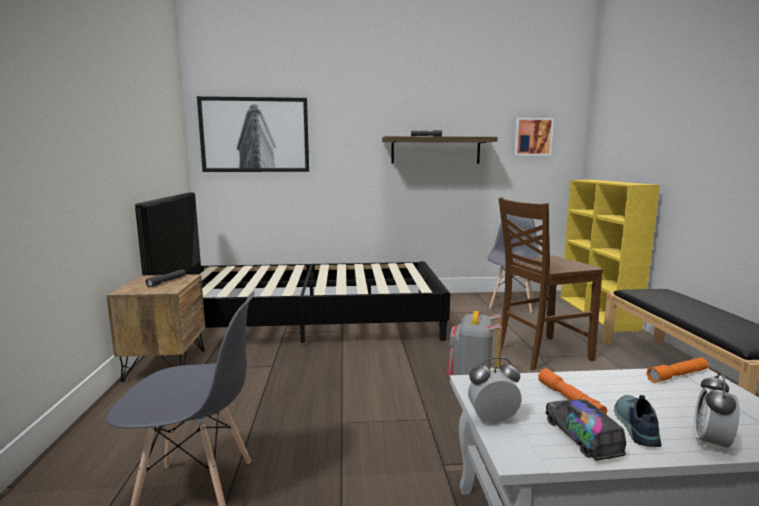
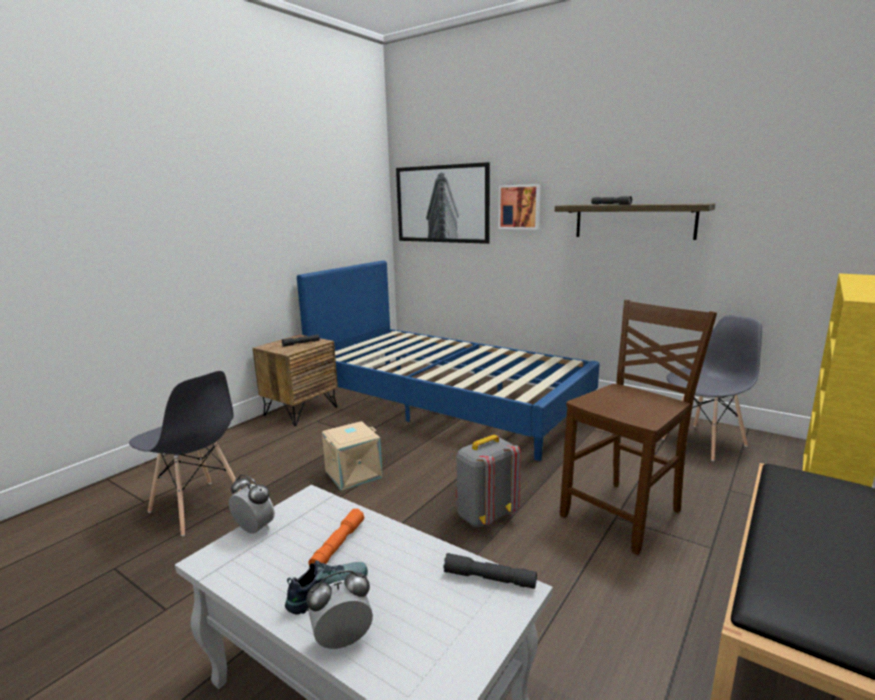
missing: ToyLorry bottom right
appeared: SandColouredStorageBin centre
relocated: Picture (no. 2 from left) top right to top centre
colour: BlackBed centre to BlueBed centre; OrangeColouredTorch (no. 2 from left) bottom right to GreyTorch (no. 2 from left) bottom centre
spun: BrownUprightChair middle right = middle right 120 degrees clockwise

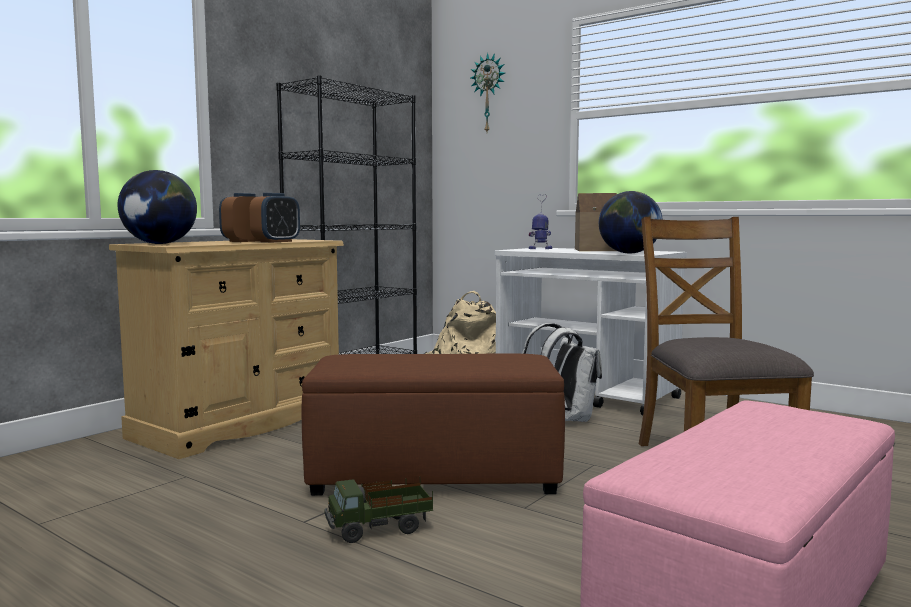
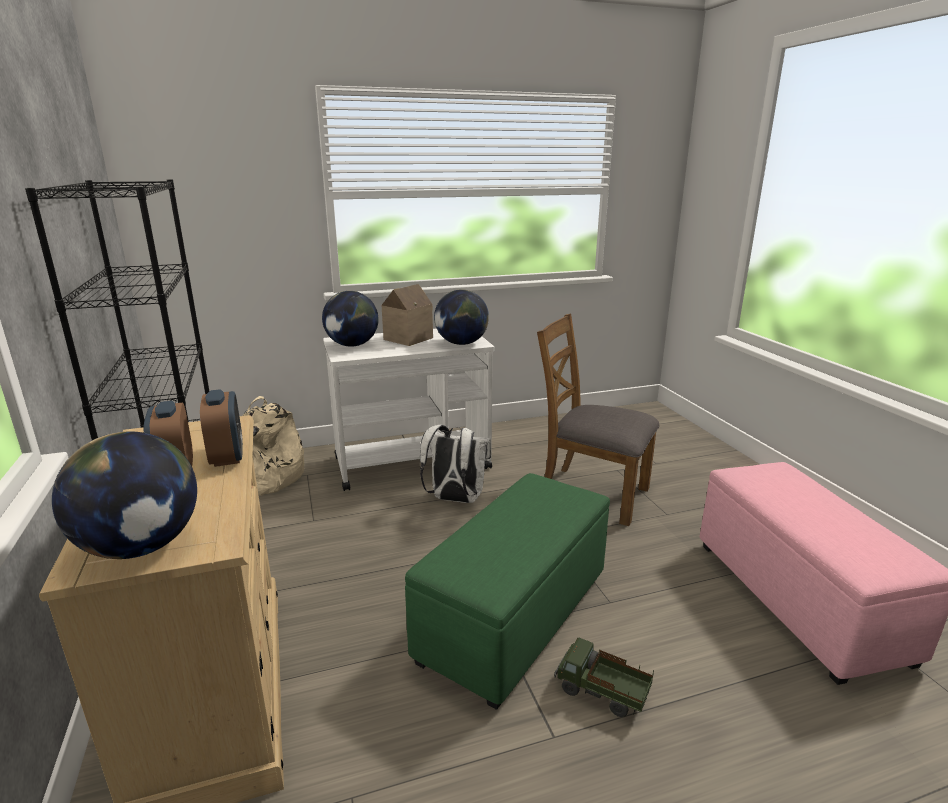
missing: HangingClock top centre
exchanged: RobotFigure centre to DeskGlobe (no. 2 from left) centre
colour: BrownFootrest bottom centre to GreenishFootrest bottom centre
spun: ToyLorry bottom centre = bottom centre 105 degrees clockwise

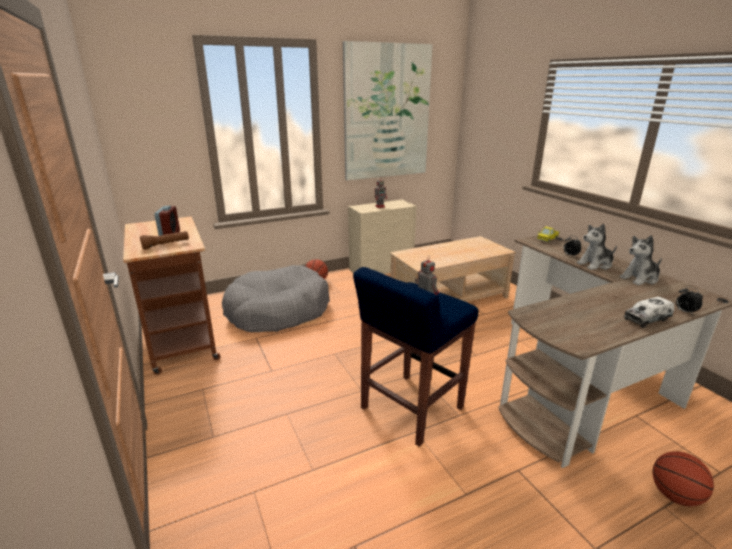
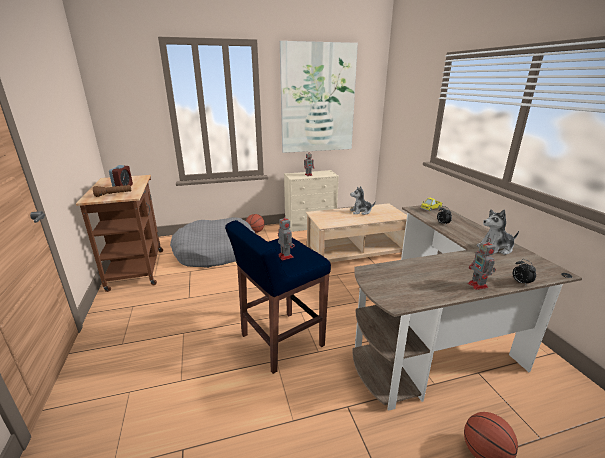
relocated: CuddlyToy (no. 1 from left) middle right to centre
exchanged: ToyLorry (no. 2 from left) middle right to RobotFigure (no. 3 from left) middle right

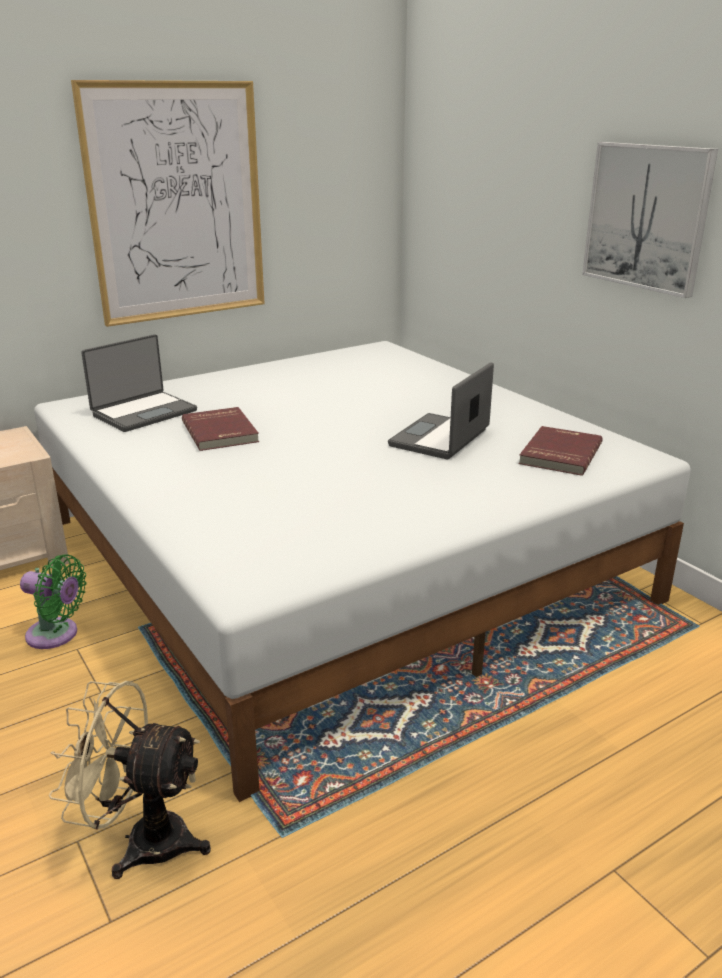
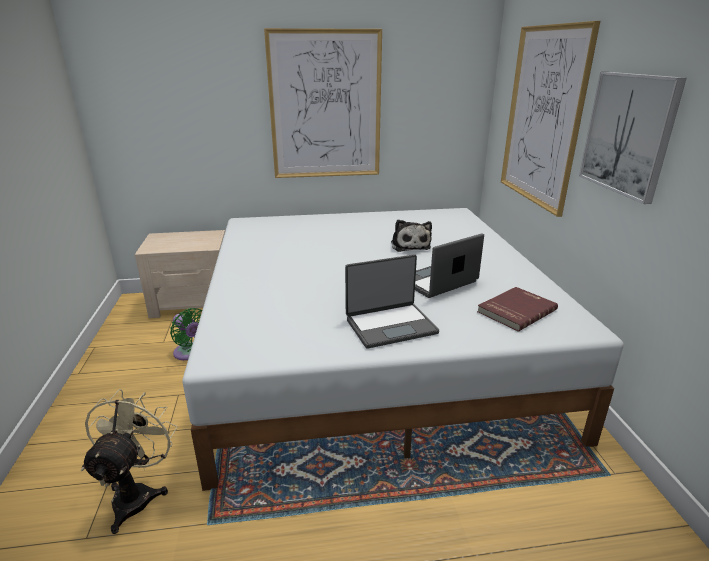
missing: ReddishVolume (no. 1 from left) middle left
appeared: Picture (no. 2 from left) top right; CuddlyToy centre
relocated: NotebookComputer (no. 1 from left) middle left to centre
spun: SandColouredElectricFan bottom left = bottom left 60 degrees clockwise

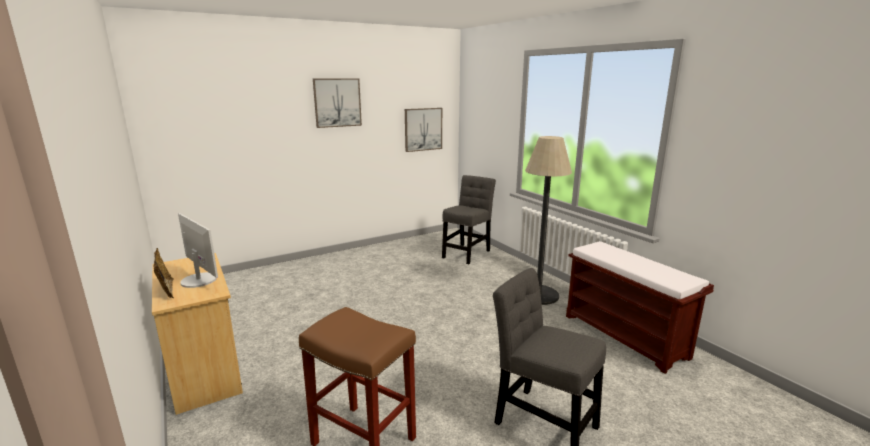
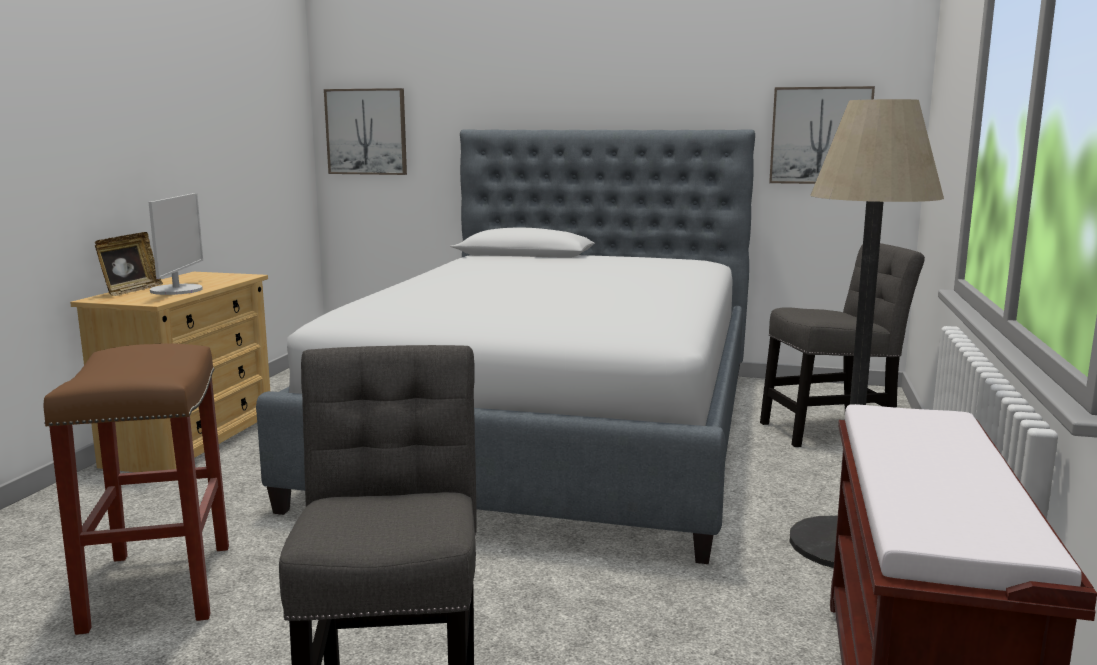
appeared: Bed centre
relocated: Picture (no. 1 from left) top centre to top left

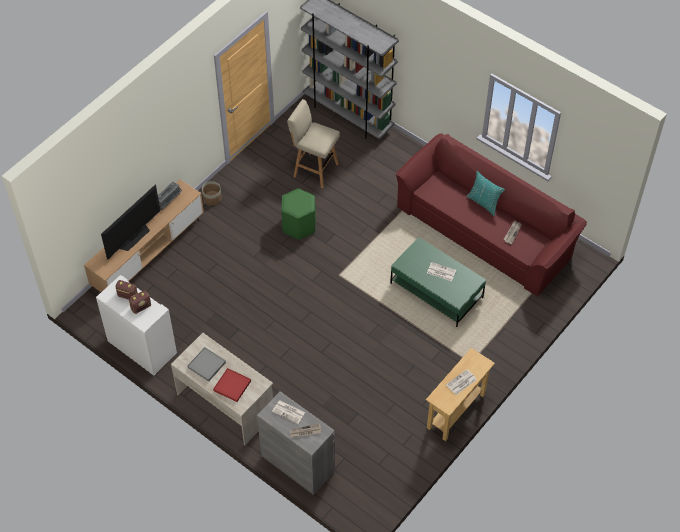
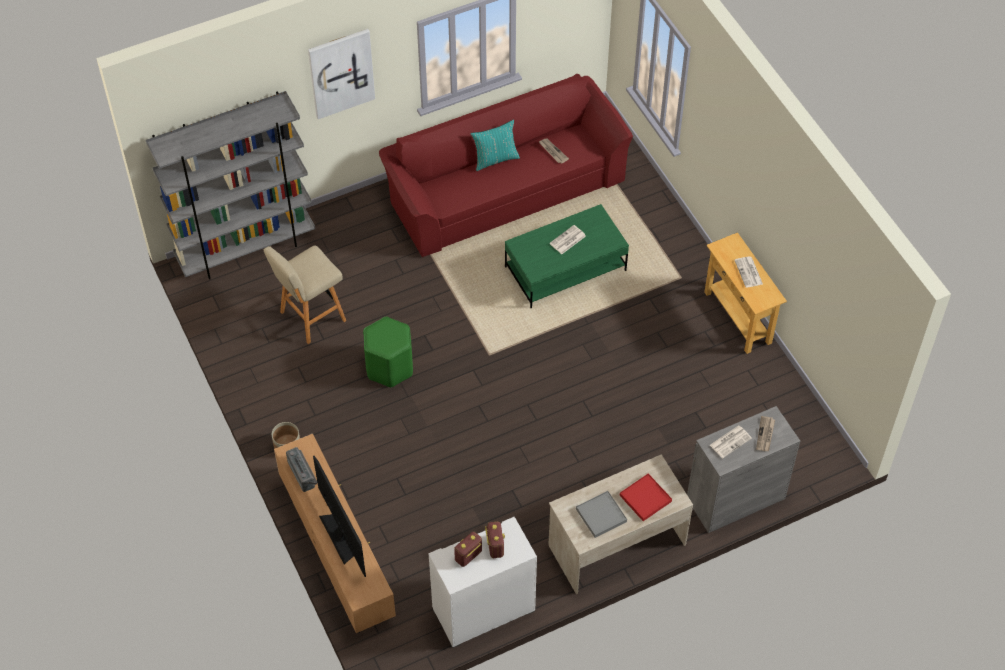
appeared: Picture top centre

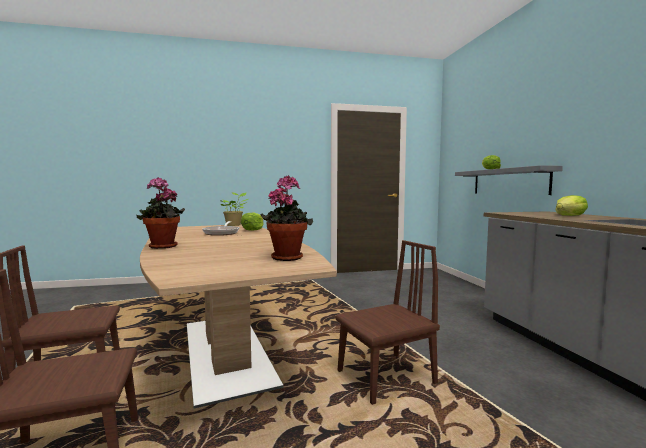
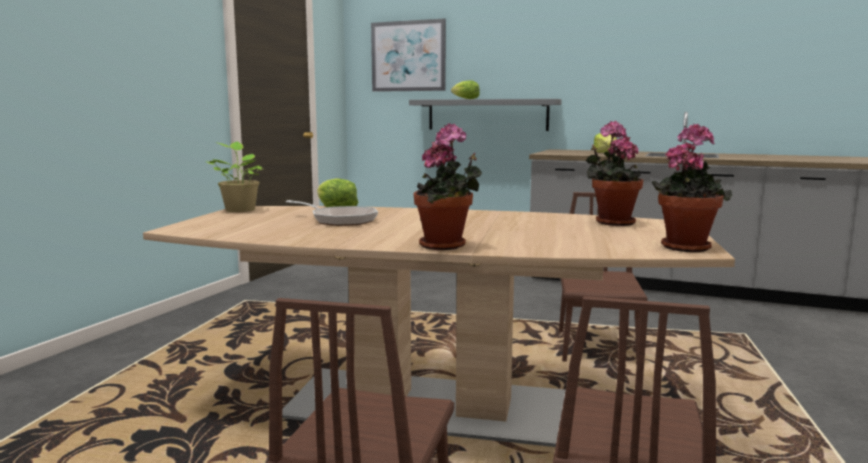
appeared: Picture top centre; Houseplant (no. 4 from left) middle right

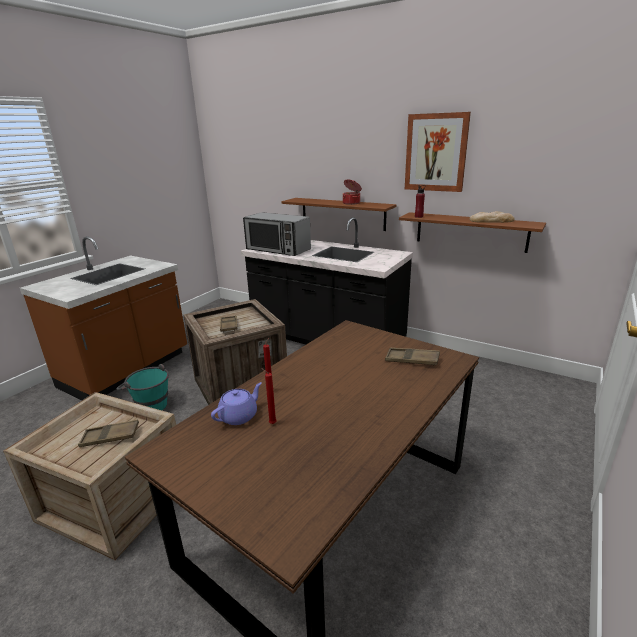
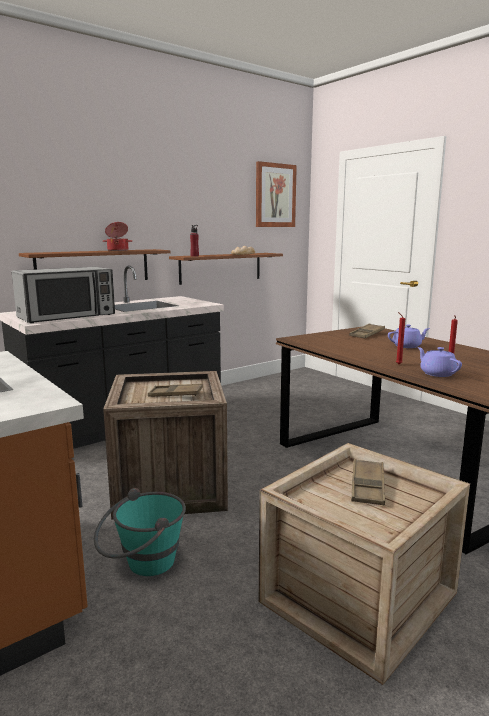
appeared: PurpleTeapot (no. 1 from left) middle right
relocated: Picture top right to top centre

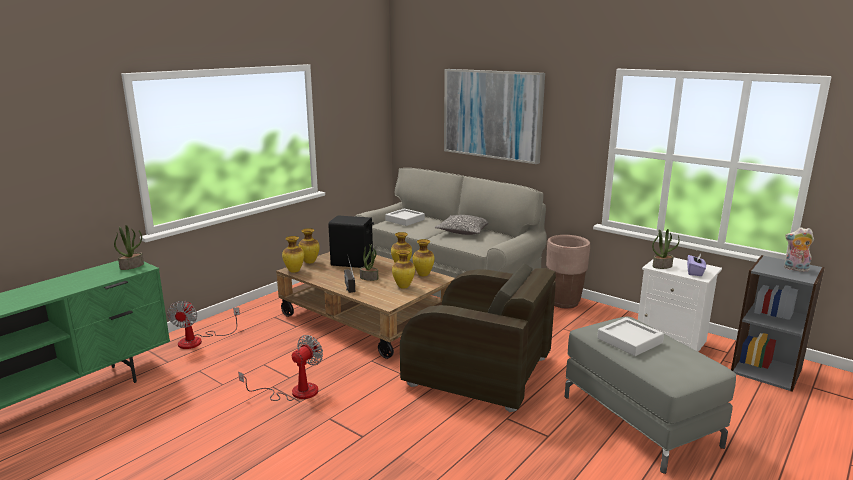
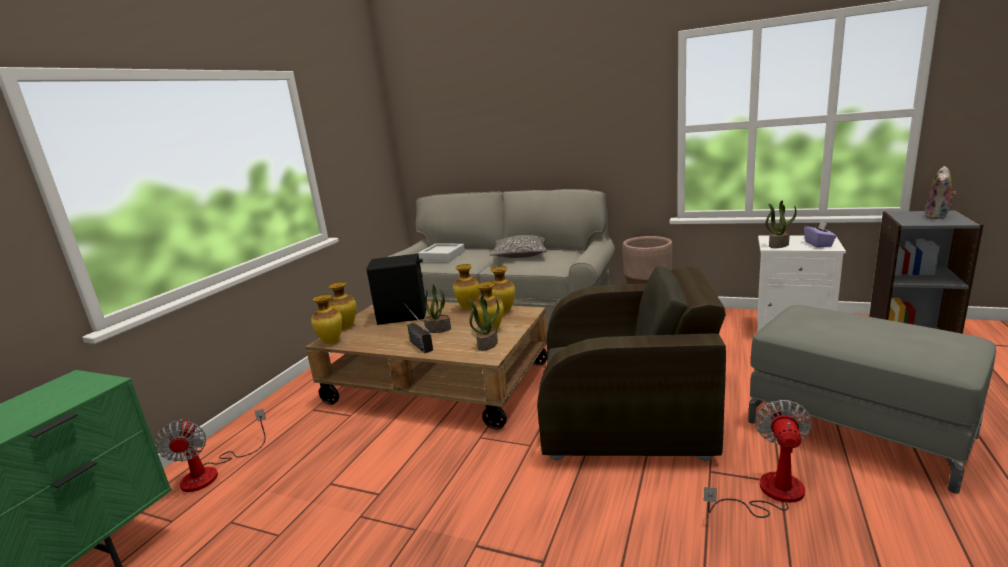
missing: Picture top centre; GreyTray (no. 2 from left) bottom right
relocated: Houseplant (no. 1 from left in the first image) middle left to Houseplant (no. 2 from left) centre; ElectricFan (no. 2 from left) bottom left to bottom right
spun: CuddlyToy middle right = middle right 60 degrees counterclockwise

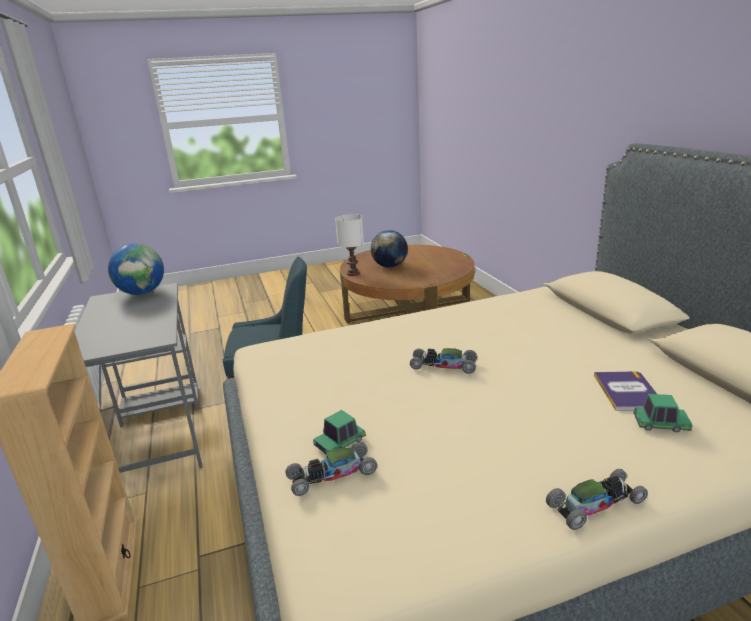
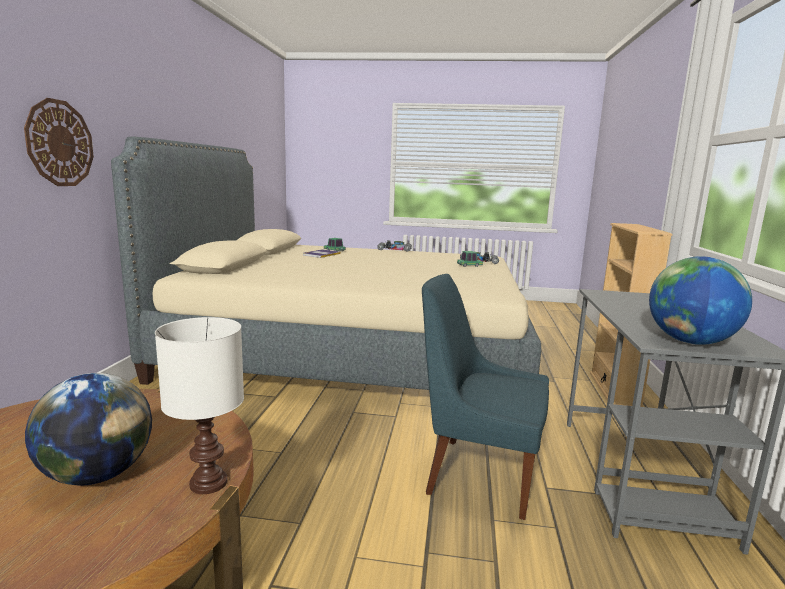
missing: MiniatureCar (no. 3 from left) centre
appeared: HangingClock top left

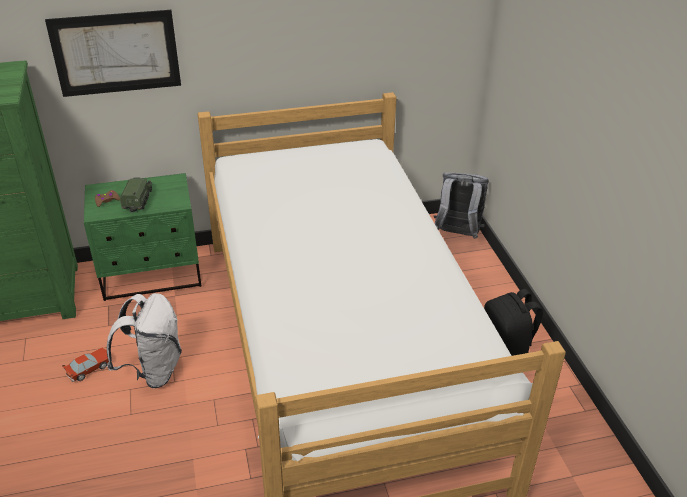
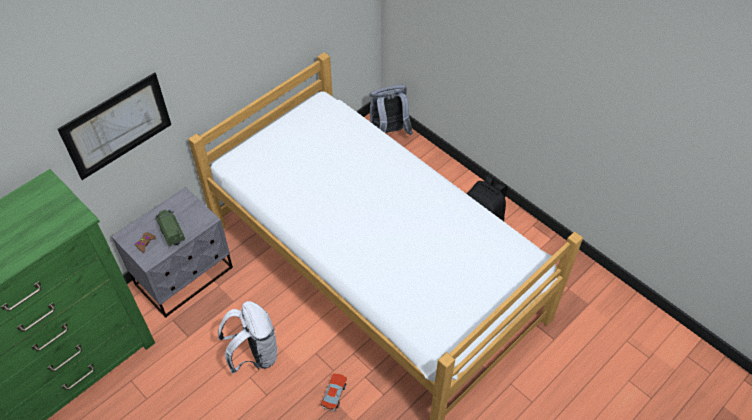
relocated: MiniatureCar bottom left to bottom centre
colour: GreenishBedsideTable middle left to GreyBedsideTable middle left

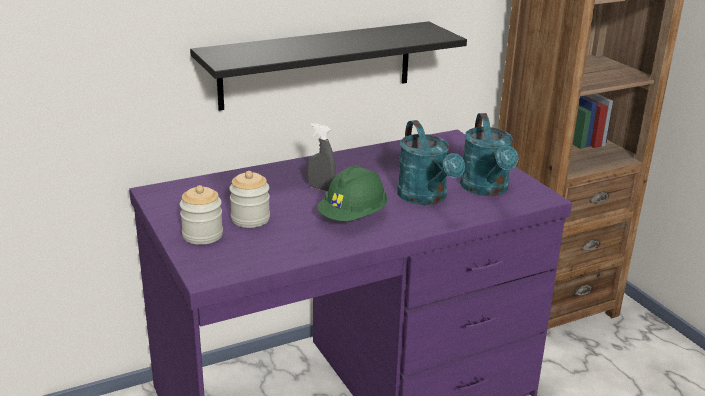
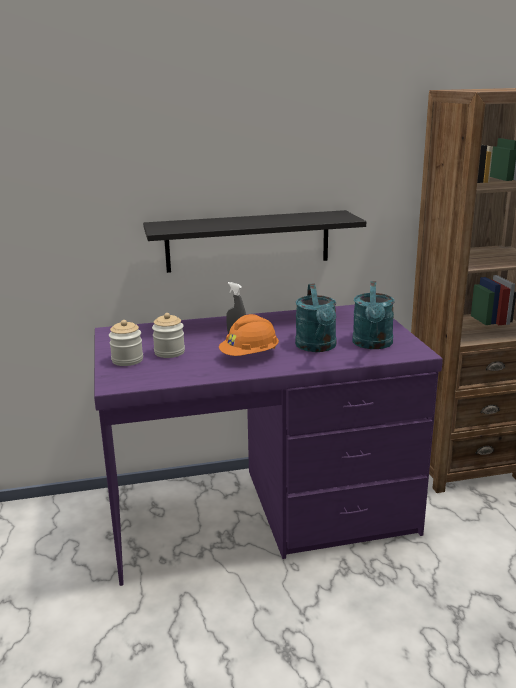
colour: GreenishWorkHelmet centre to OrangeColouredWorkHelmet centre

